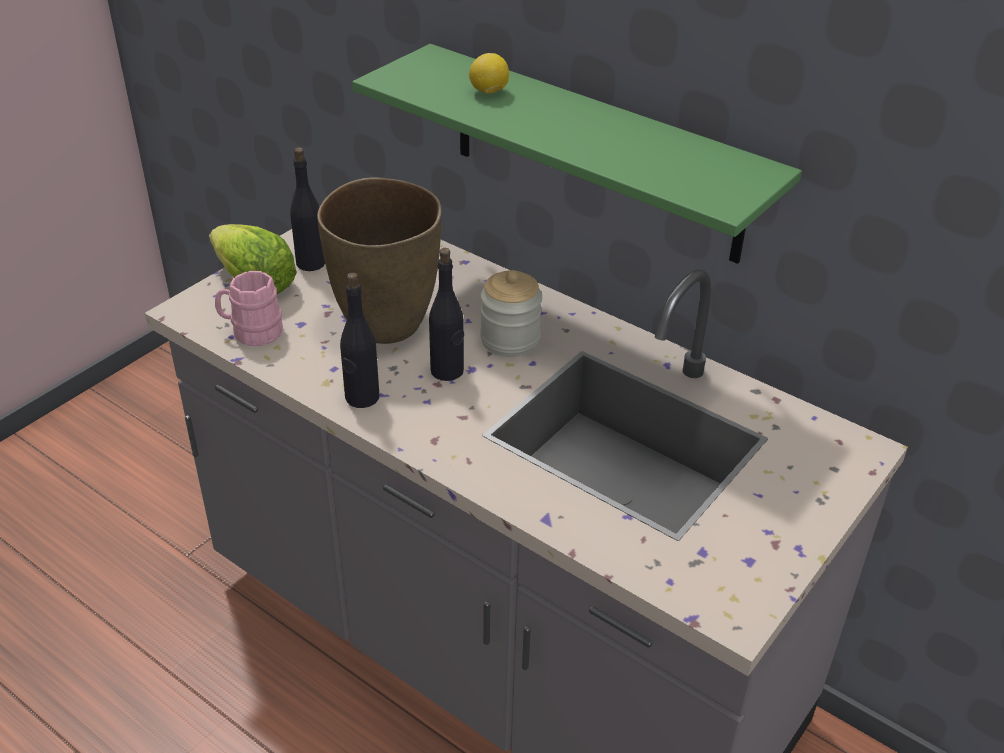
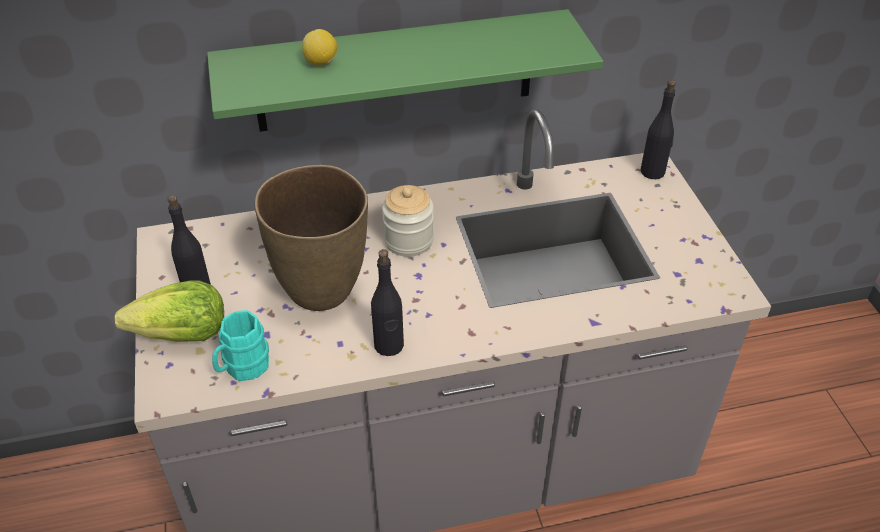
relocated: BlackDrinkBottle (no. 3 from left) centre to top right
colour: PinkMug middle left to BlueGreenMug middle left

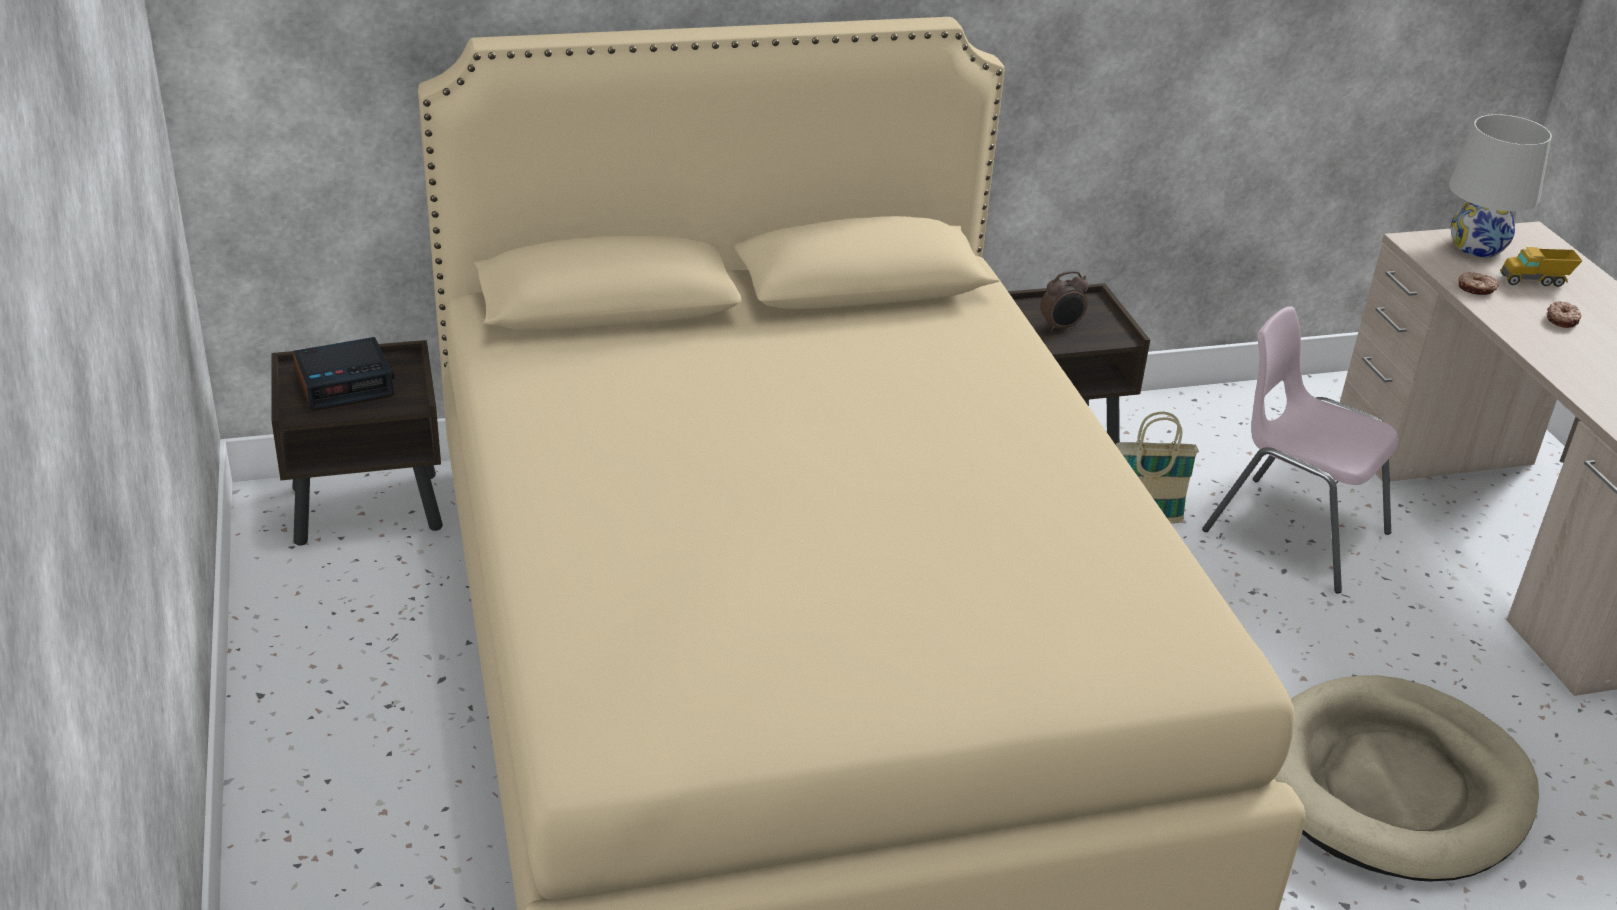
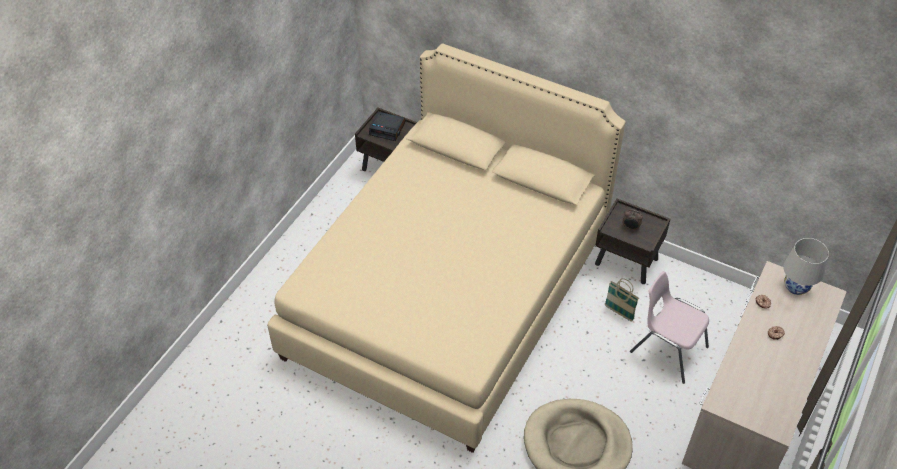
missing: ToyLorry top right
spun: PinkUprightChair middle right = bottom right 45 degrees counterclockwise

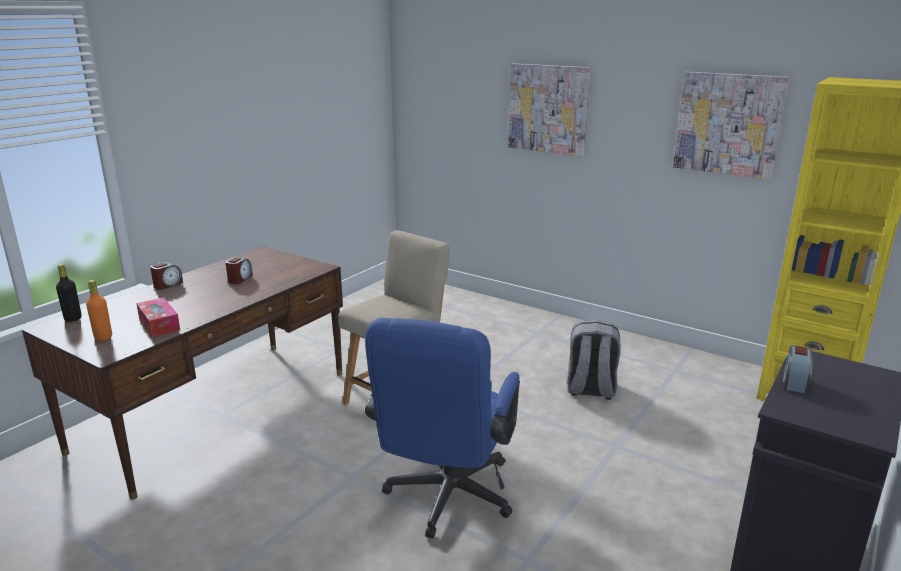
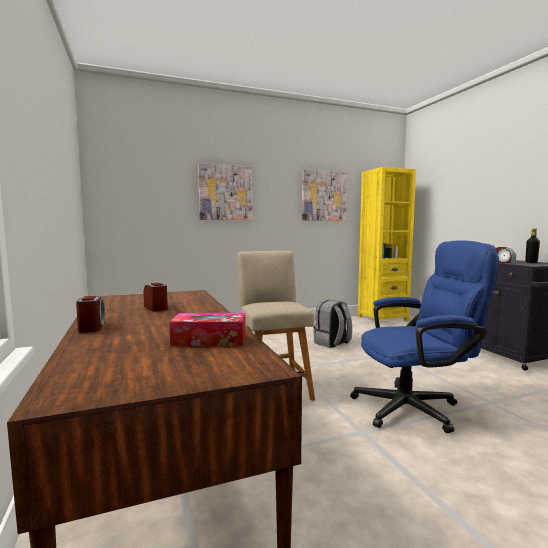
missing: OrangeColouredDrinkBottle middle left
relocated: BlackDrinkBottle middle left to middle right
spun: BlueComputerChair bottom centre = middle right 60 degrees counterclockwise

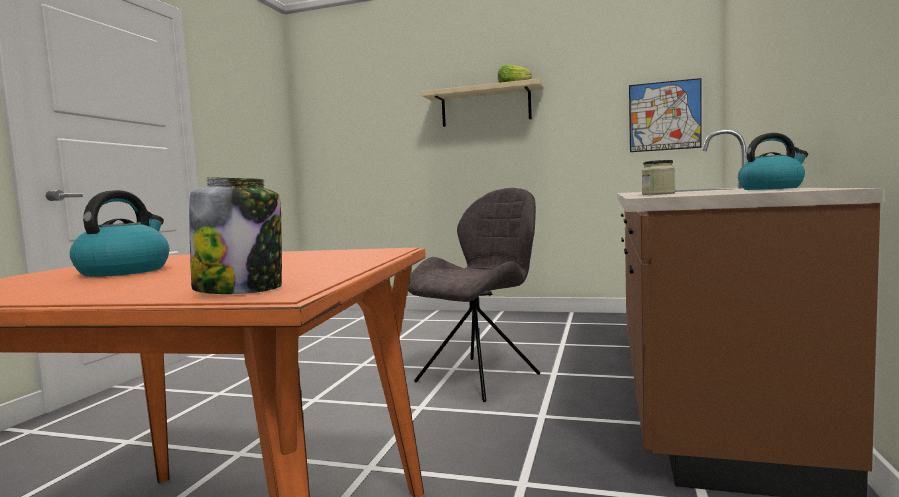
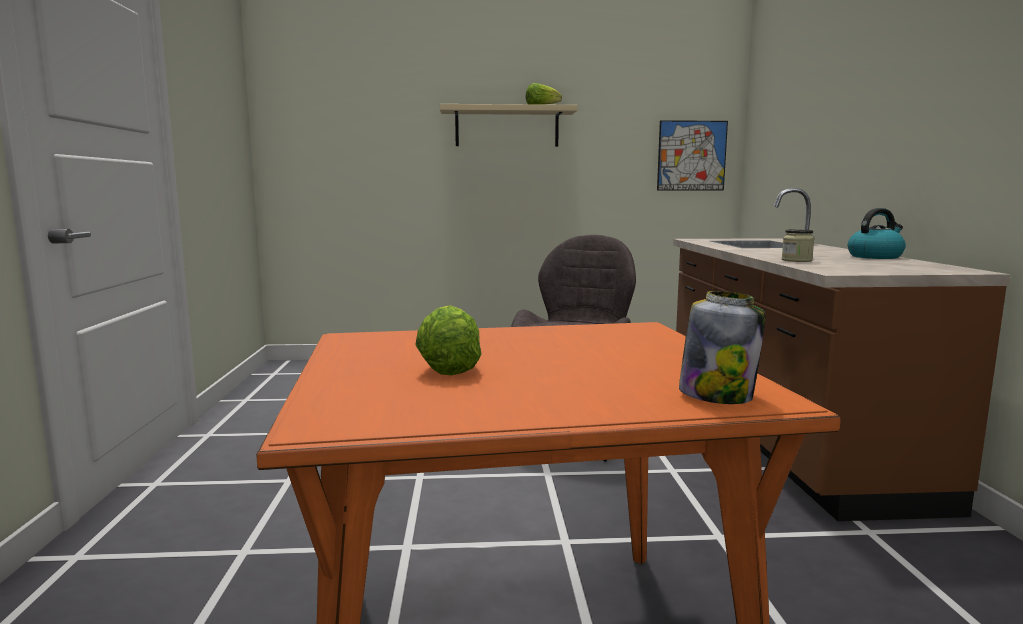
exchanged: Kettle (no. 1 from left) middle left to Lettuce (no. 1 from left) centre

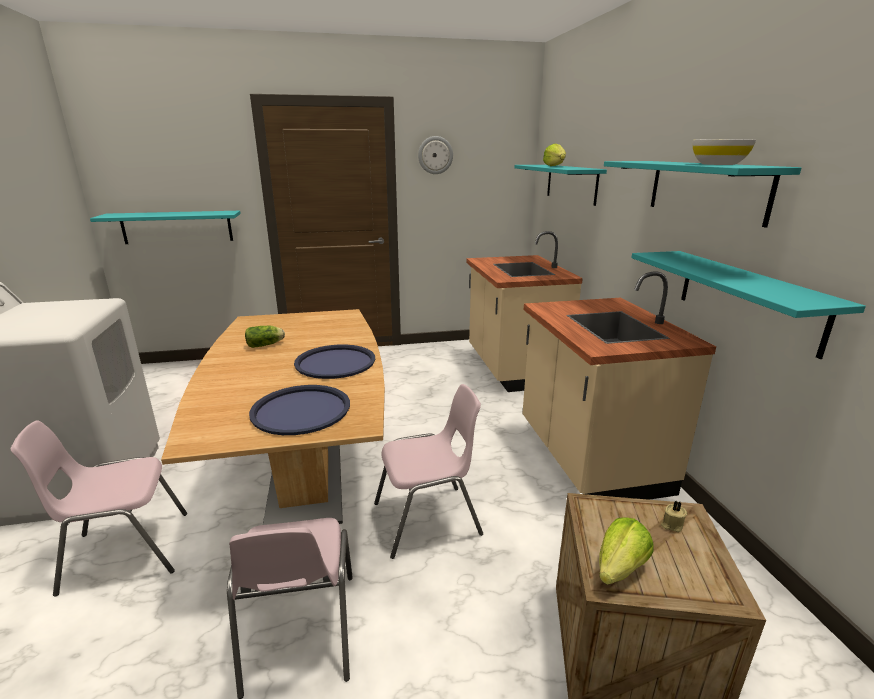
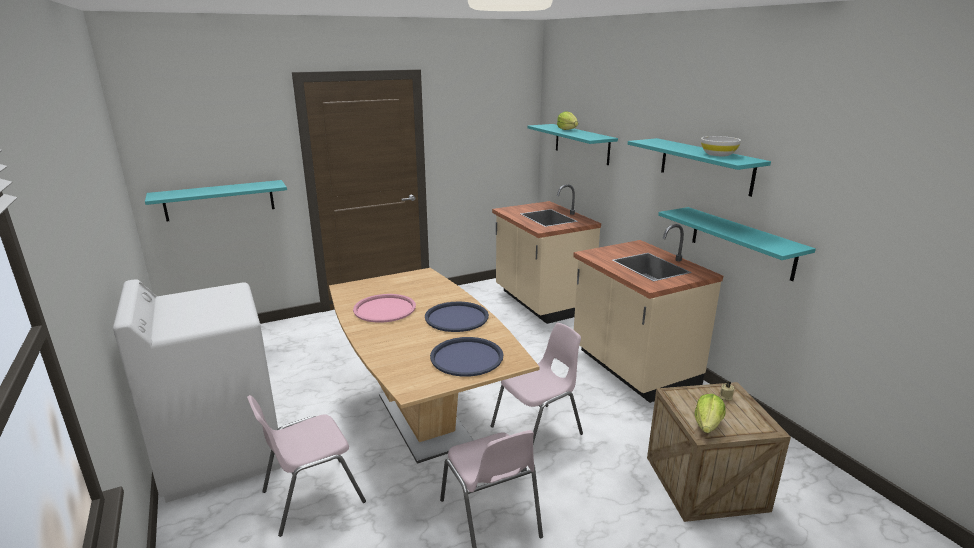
missing: HangingClock top centre
exchanged: Lettuce (no. 1 from left) middle left to PinkTray centre

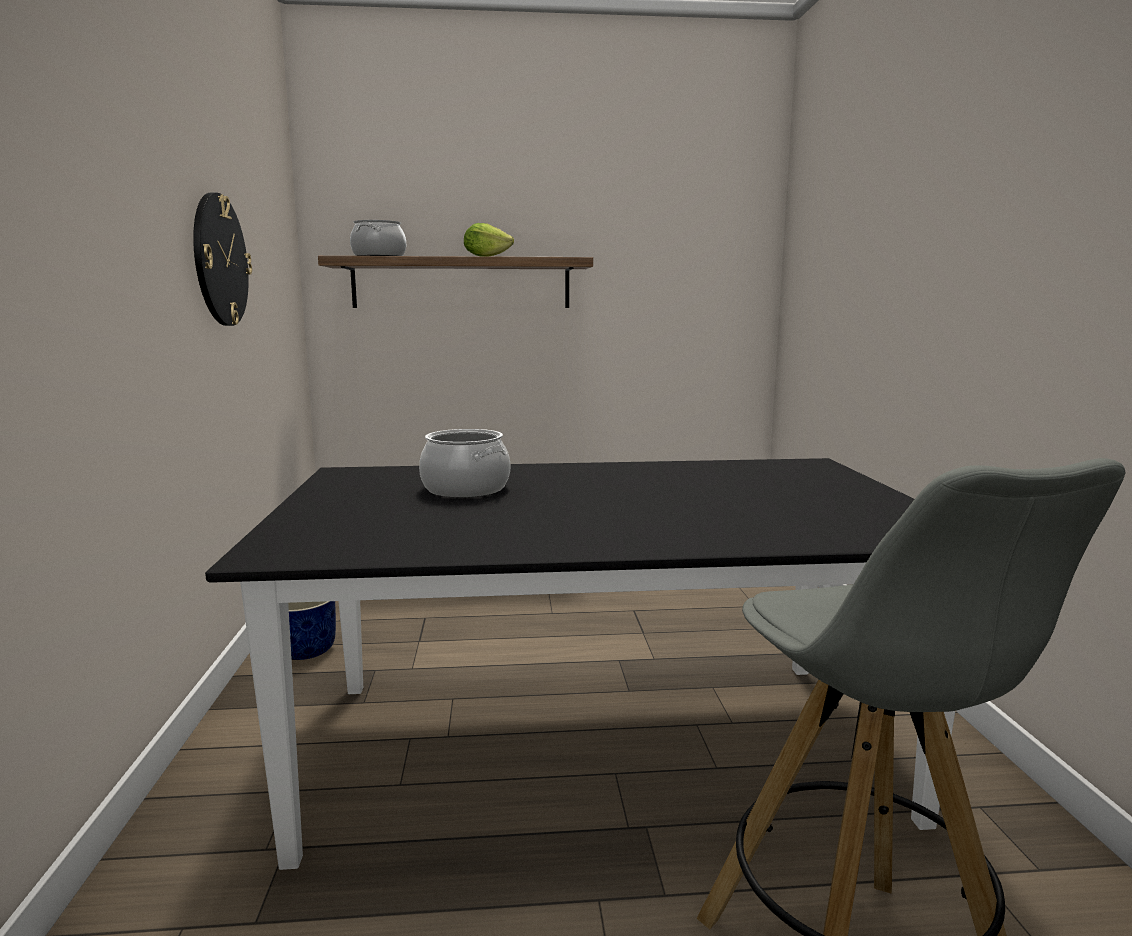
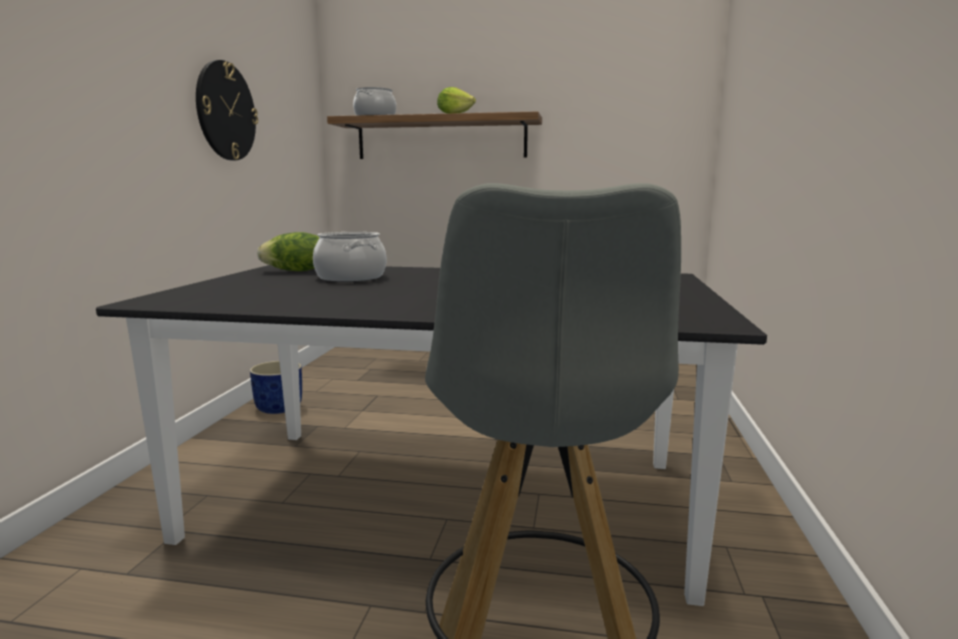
appeared: Lettuce (no. 1 from left) middle left

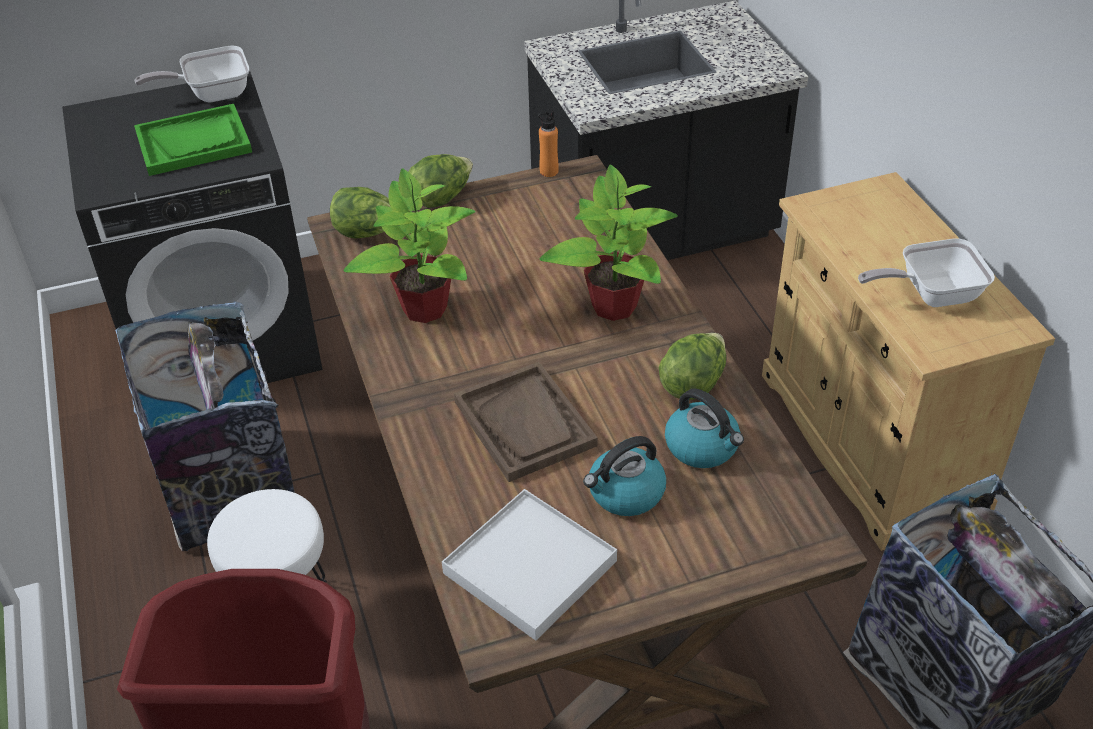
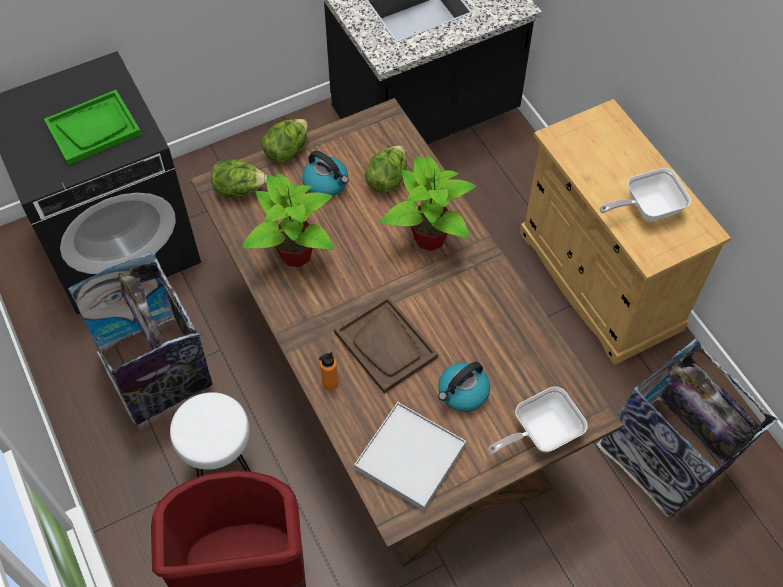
relocated: Skillet (no. 1 from left) top left to bottom right; OrangeColouredDrinkBottle top centre to centre; Lettuce (no. 3 from left) centre to top centre; Kettle (no. 2 from left in the first image) centre to Kettle (no. 1 from left) top centre

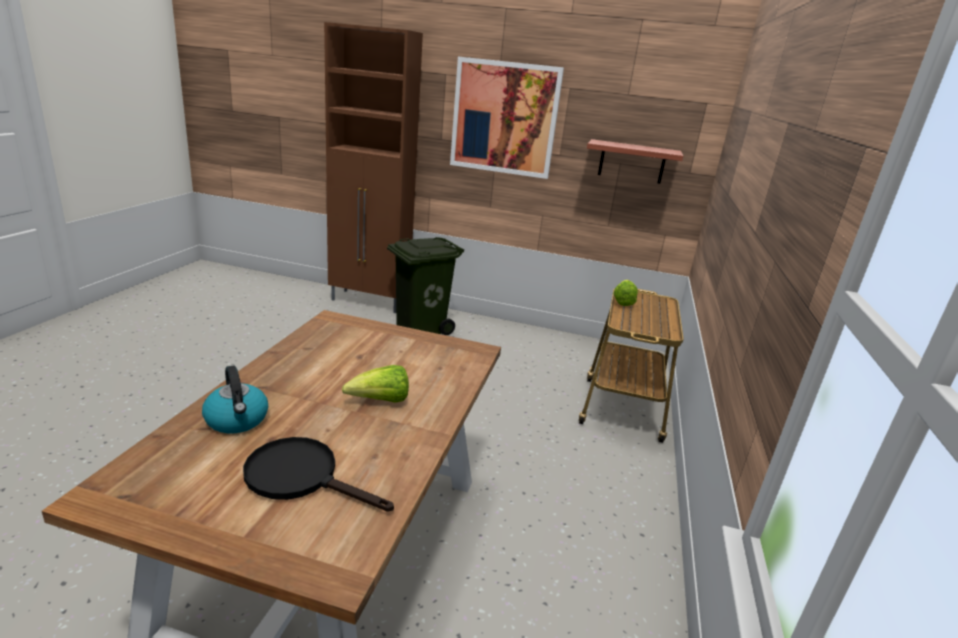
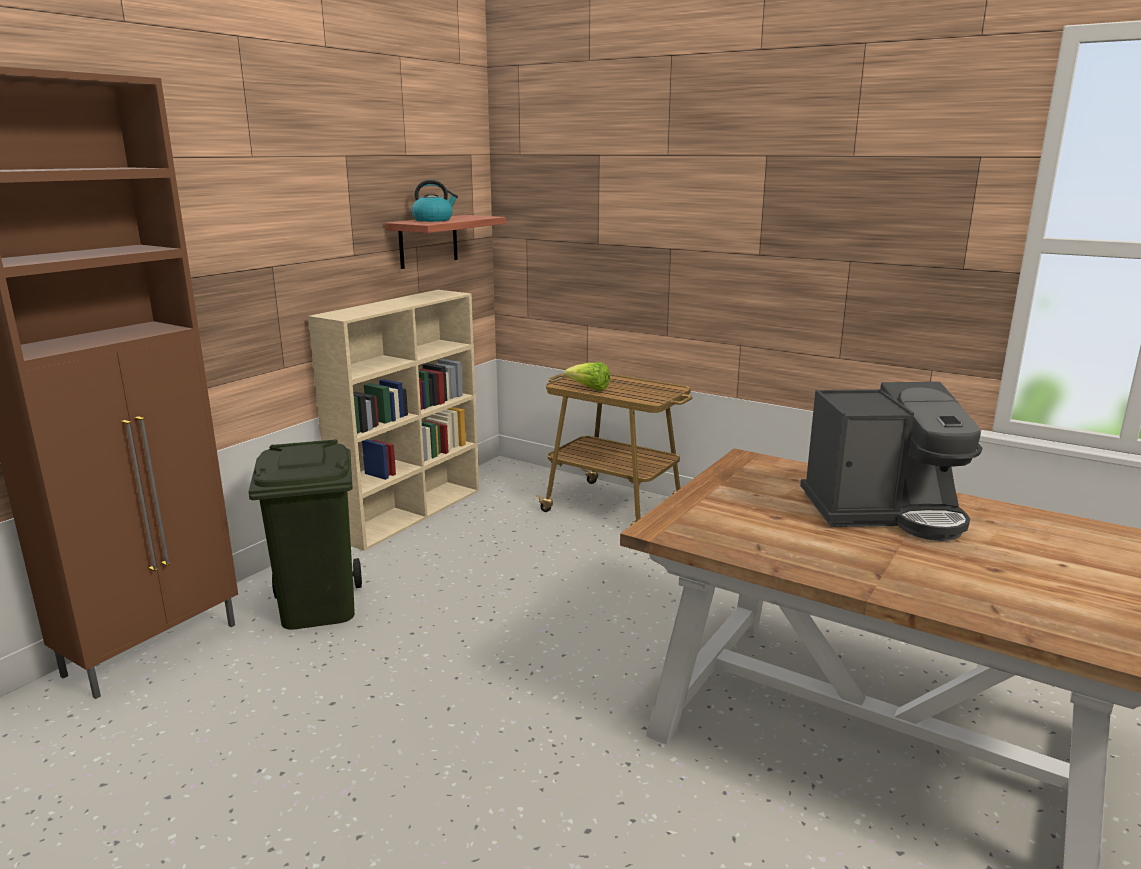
missing: Picture top centre; BlackSkillet bottom left
appeared: SandColouredBookshelf centre
relocated: Kettle middle left to top centre
exchanged: Lettuce (no. 1 from left) centre to CoffeeMaker middle right

